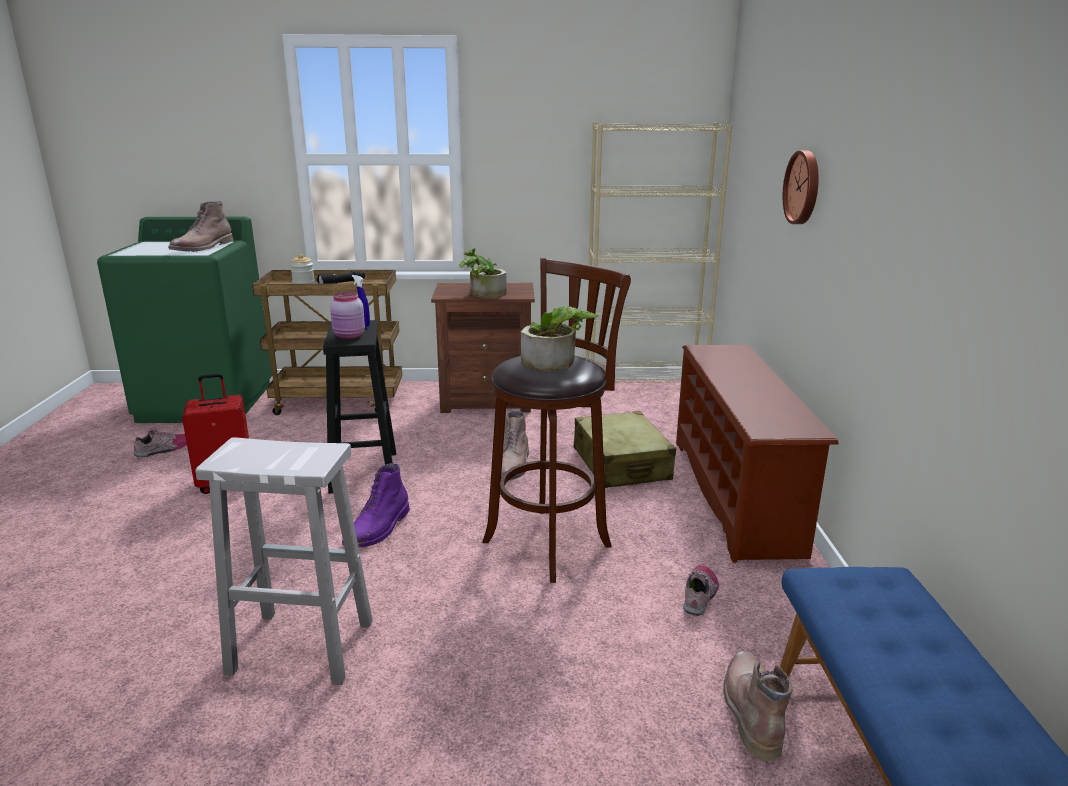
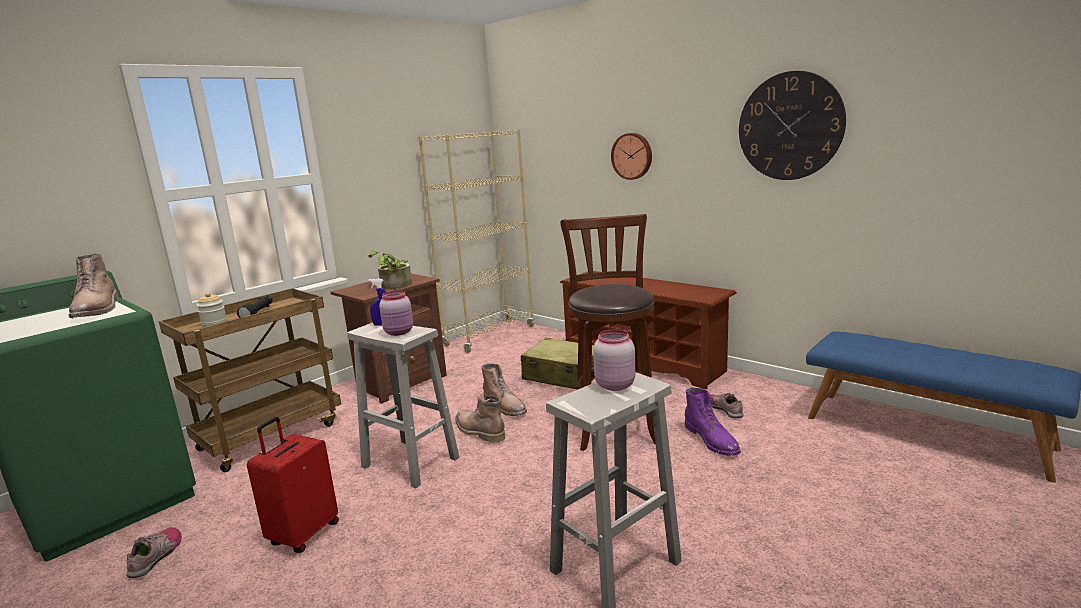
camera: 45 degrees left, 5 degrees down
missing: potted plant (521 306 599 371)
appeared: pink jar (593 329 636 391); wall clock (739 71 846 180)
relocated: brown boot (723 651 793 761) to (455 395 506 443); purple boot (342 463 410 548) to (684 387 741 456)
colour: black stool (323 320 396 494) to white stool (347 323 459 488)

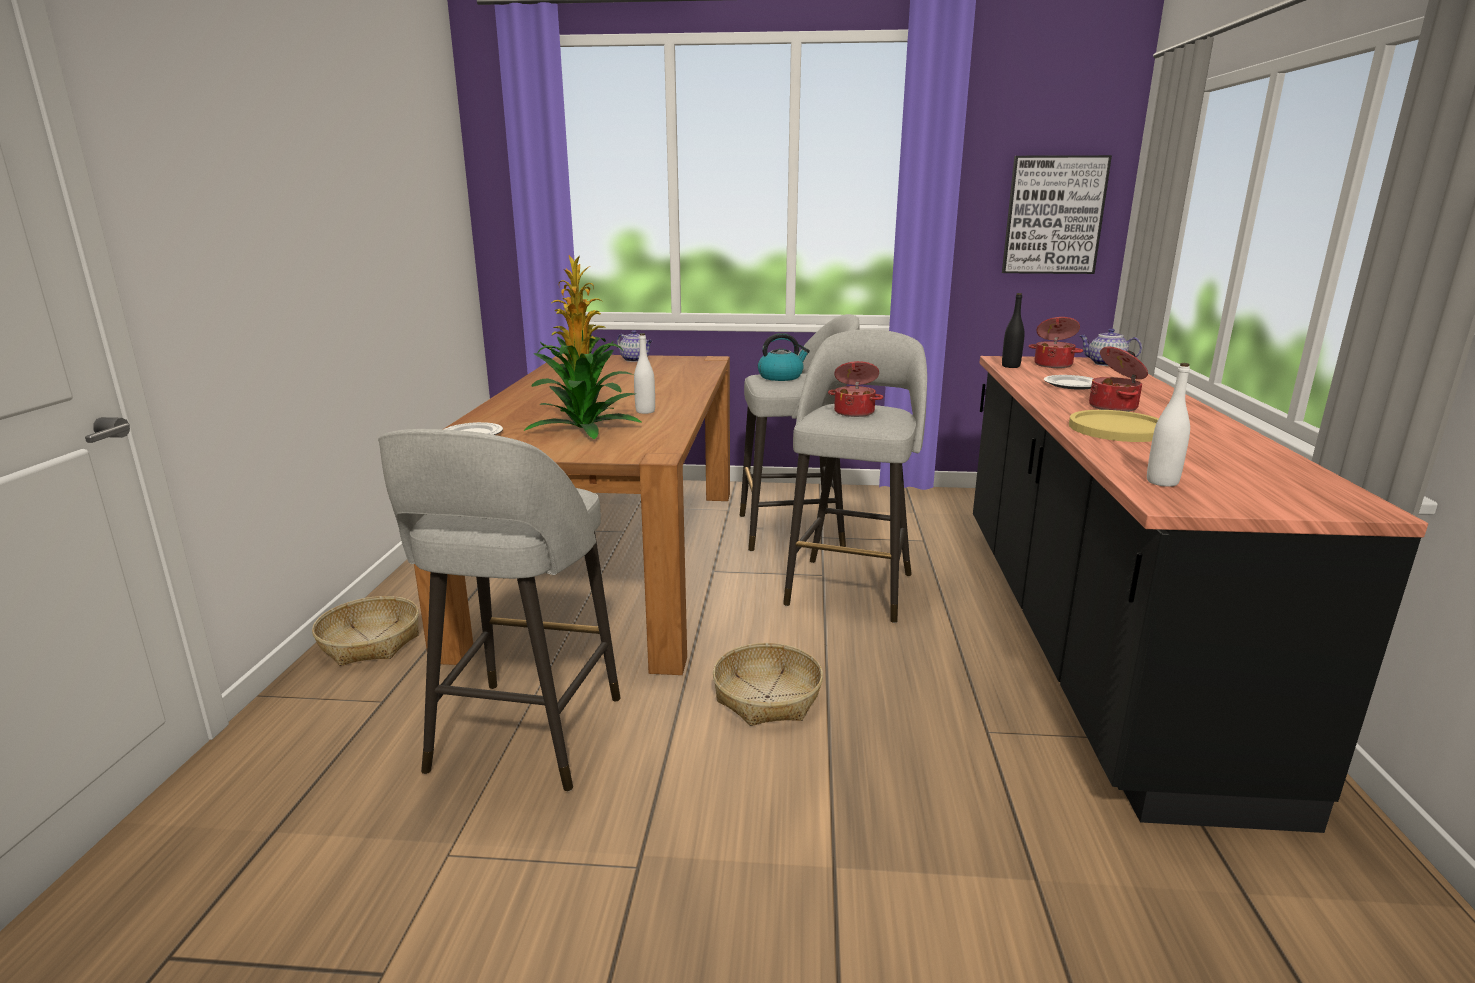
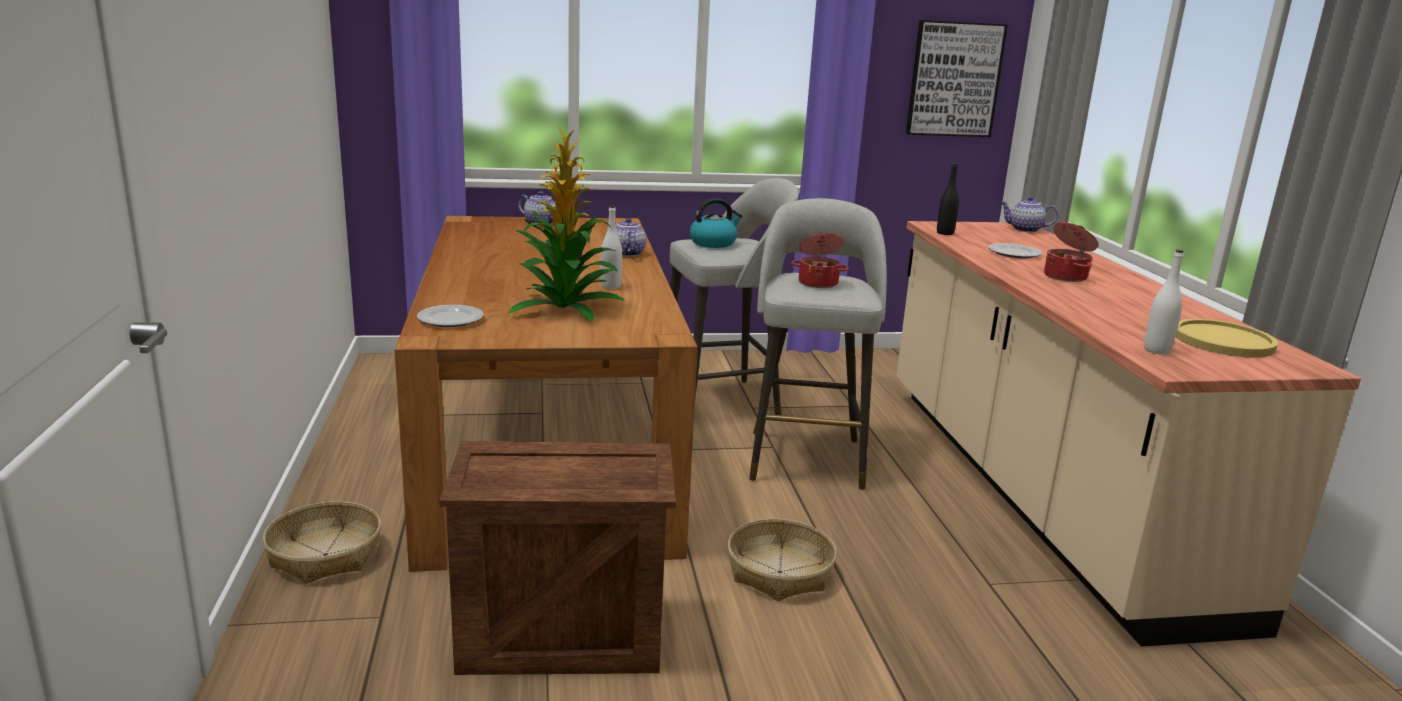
camera: 15 degrees left, 0 degrees up
missing: cooking pot (1029 317 1083 368)
appeared: teapot (616 218 646 257)
relocated: yellow plate (1069 410 1159 442) to (1176 319 1278 358)
exchanged: grey stool (378 429 620 791) to crate (439 441 676 675)
colour: black counter (973 356 1428 833) to beige counter (896 221 1361 647)

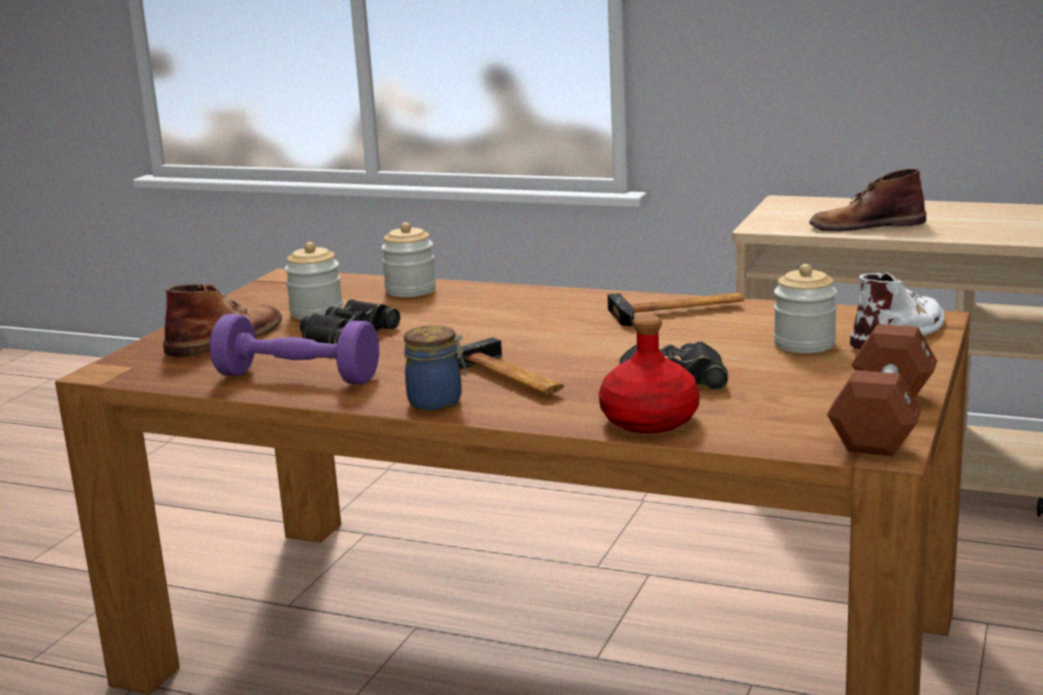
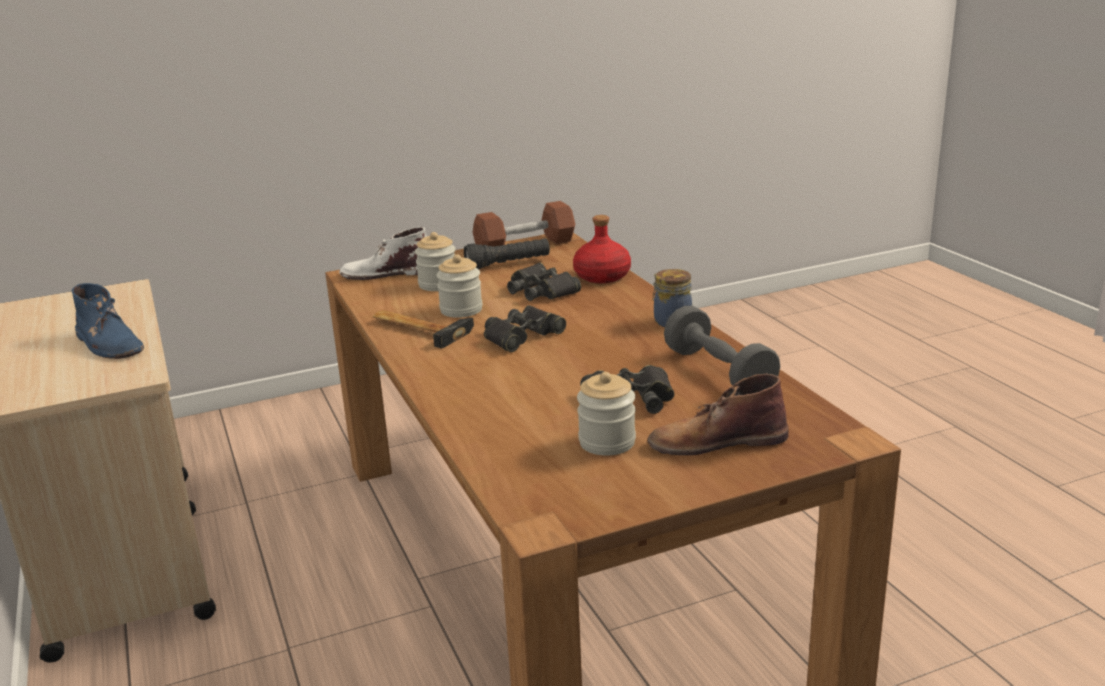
camera: 135 degrees left, 5 degrees up
missing: hammer (456 337 564 394)
appeared: black flashlight (464 238 550 269); black binoculars (484 305 566 352)
relocated: jar (381 222 436 297) to (436 254 483 318)
colour: brown boot (809 169 926 231) to blue boot (71 283 144 359); purple dumbbell (210 314 379 385) to grey dumbbell (664 306 780 386)

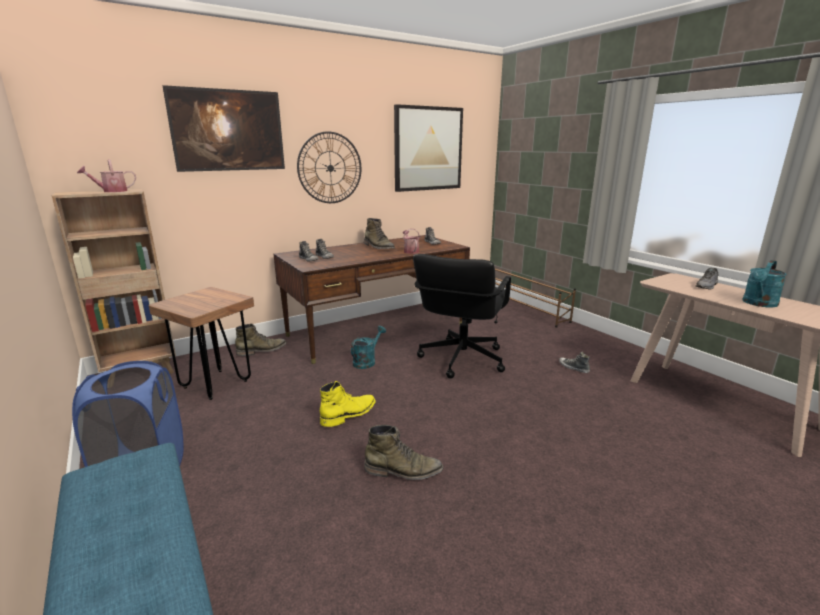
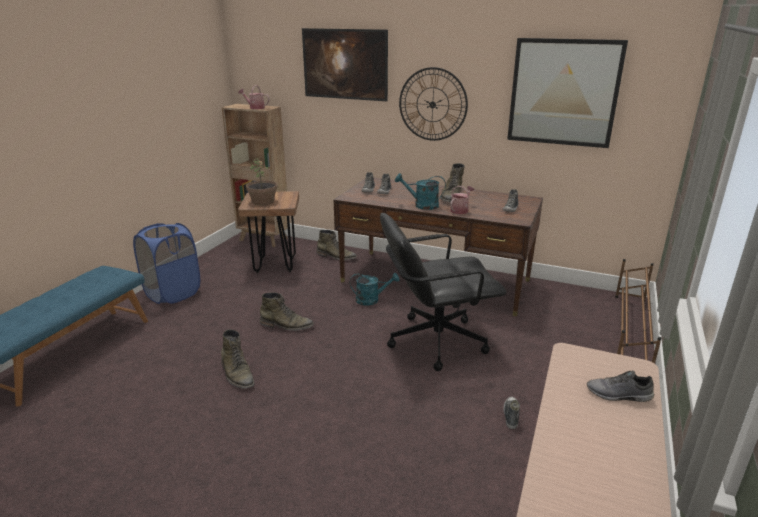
camera: 55 degrees right, 5 degrees up
appeared: potted plant (246 158 278 205)
relocated: turquoise watering can (742 260 787 307) to (395 173 446 210)
colour: yellow boot (320 381 376 427) to green boot (260 292 314 331)

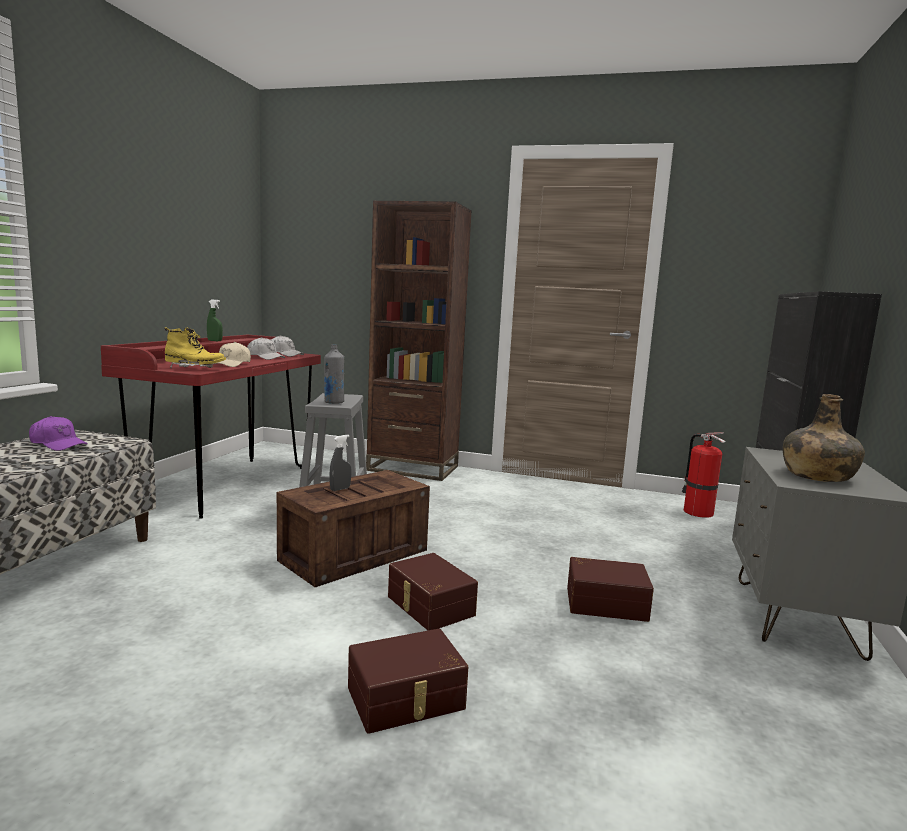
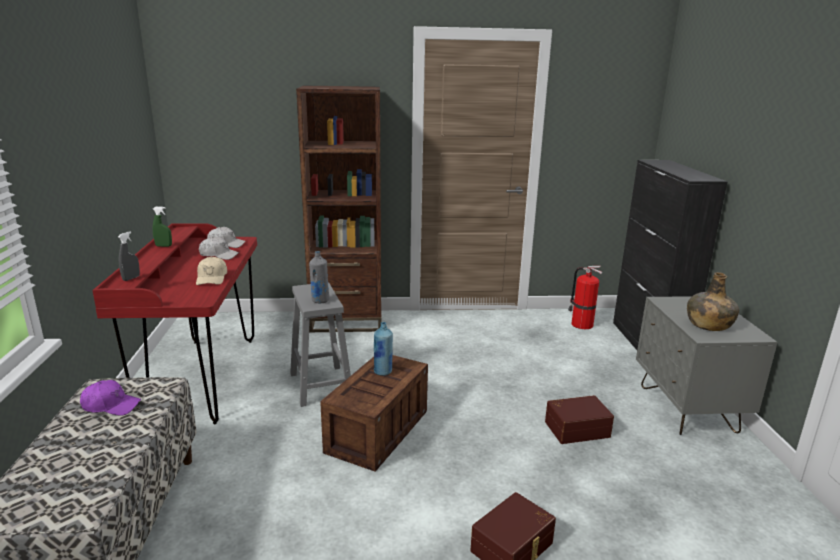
camera: 20 degrees left, 10 degrees up
missing: yellow boot (164 327 226 368); brown storage box (388 553 478 630)
appeared: blue bottle (374 322 393 376)
relocated: grey spray bottle (329 435 352 491) to (118 231 140 281)

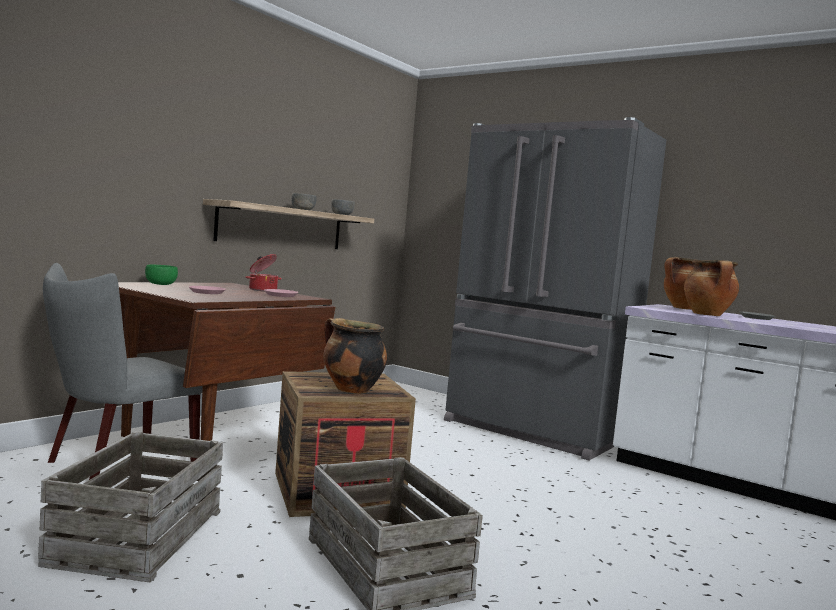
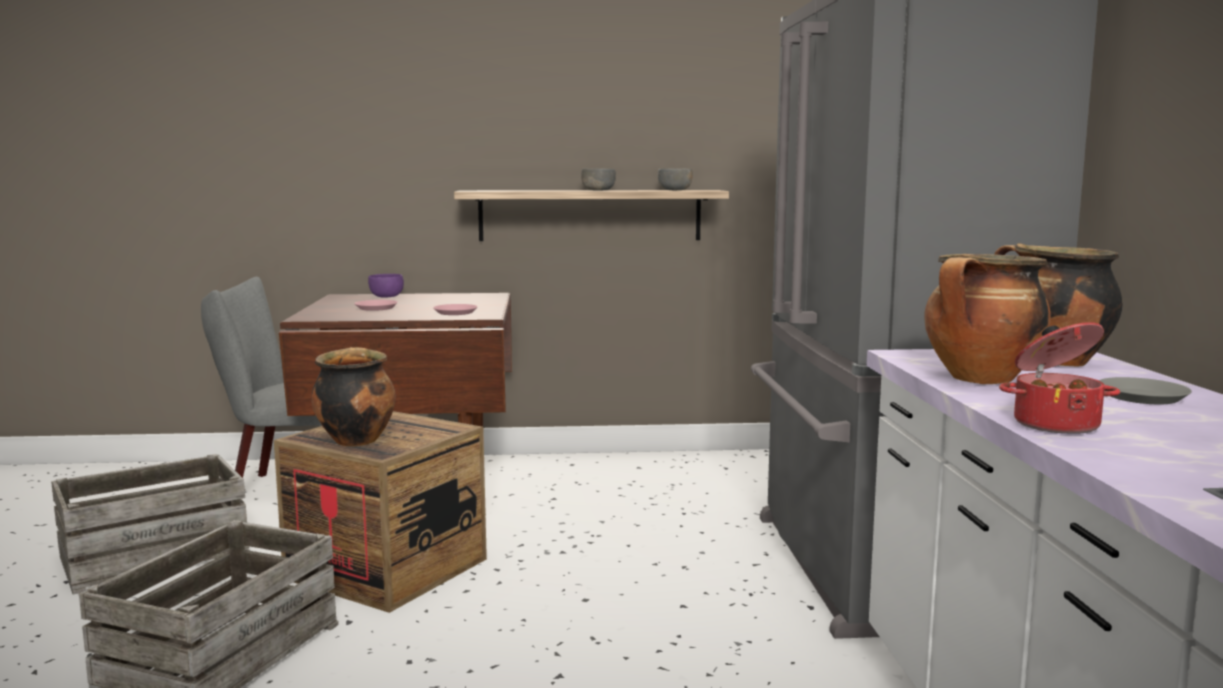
camera: 50 degrees right, 5 degrees up
relocated: cooking pot (245 254 282 292) to (999 322 1120 434)
colour: green bowl (145 265 178 285) to purple bowl (368 274 404 298)

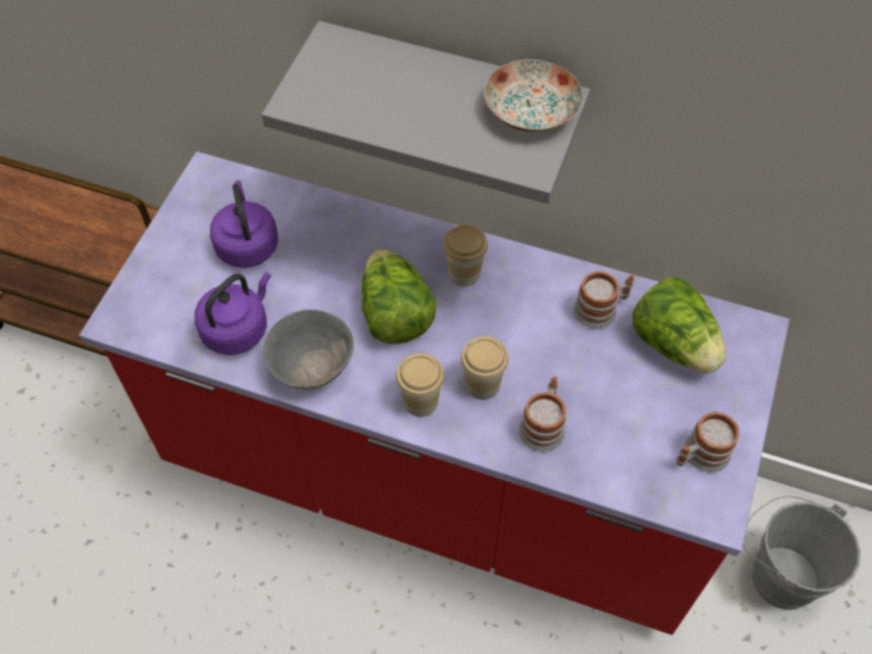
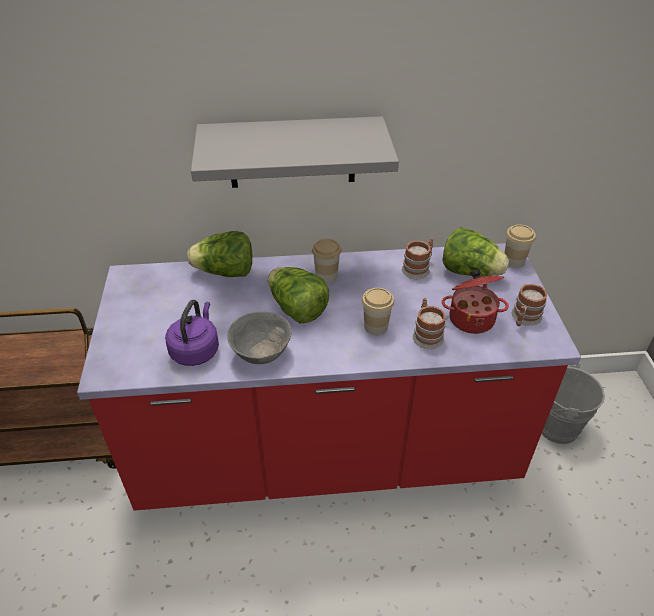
camera: 25 degrees left, 15 degrees down
missing: purple kettle (210 180 278 268); plate (484 59 583 132)
appeared: lettuce (187 231 252 277); cooking pot (442 270 509 334)
relocated: cup (396 353 444 417) to (505 224 536 268)

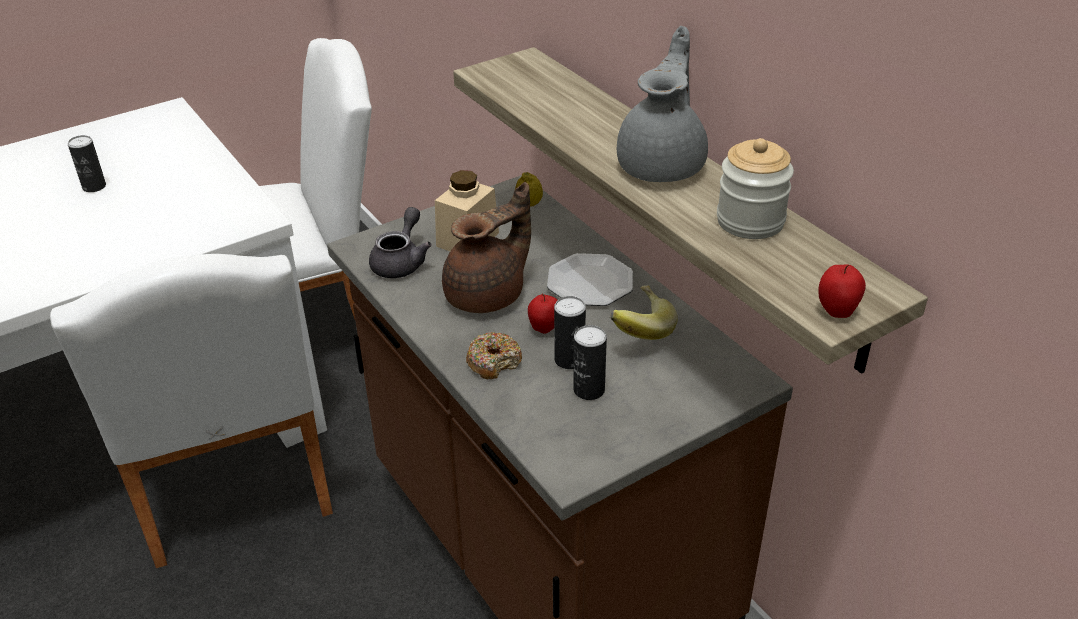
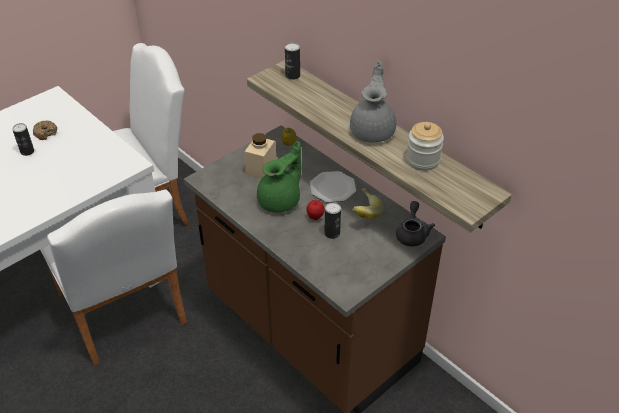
camera: 10 degrees left, 5 degrees up
missing: apple (818 264 866 318)
relocated: donut (466 332 522 379) to (33 121 57 140); can (573 325 607 400) to (285 42 300 80); grey teapot (369 207 432 278) to (396 201 435 246)
colour: brown teapot (442 182 531 313) to green teapot (257 141 301 213)

